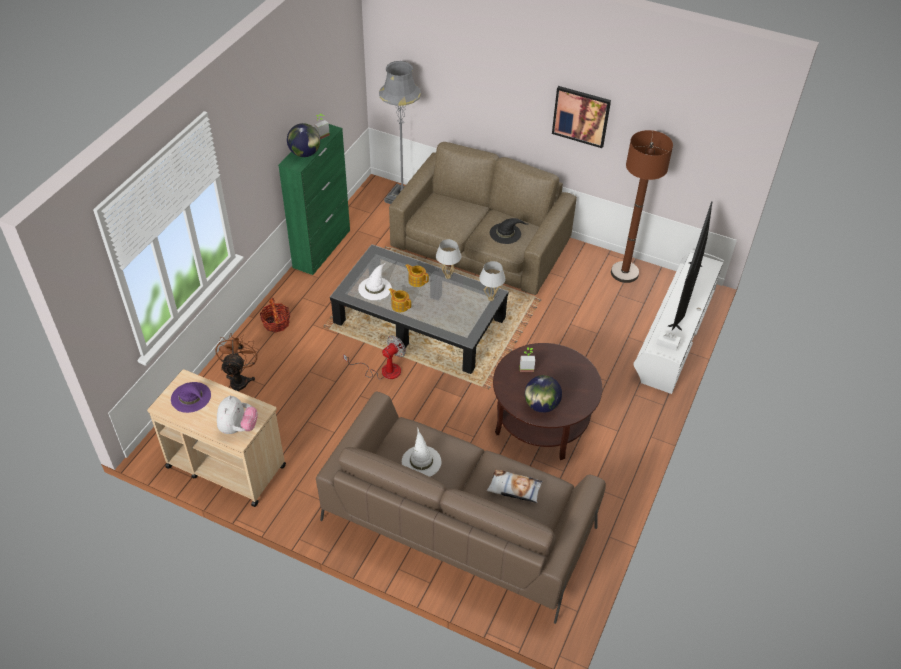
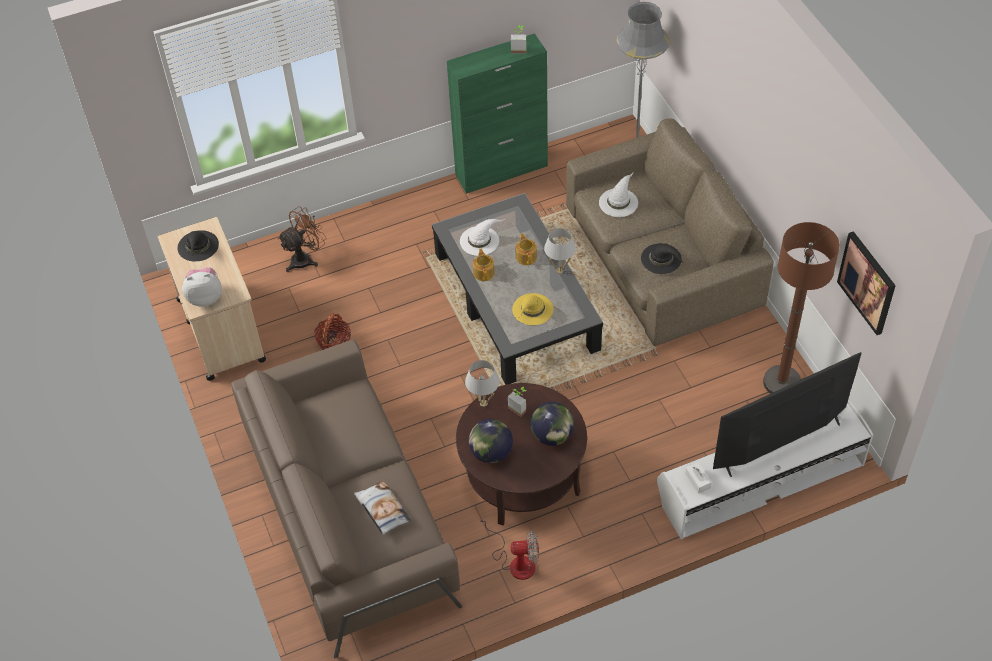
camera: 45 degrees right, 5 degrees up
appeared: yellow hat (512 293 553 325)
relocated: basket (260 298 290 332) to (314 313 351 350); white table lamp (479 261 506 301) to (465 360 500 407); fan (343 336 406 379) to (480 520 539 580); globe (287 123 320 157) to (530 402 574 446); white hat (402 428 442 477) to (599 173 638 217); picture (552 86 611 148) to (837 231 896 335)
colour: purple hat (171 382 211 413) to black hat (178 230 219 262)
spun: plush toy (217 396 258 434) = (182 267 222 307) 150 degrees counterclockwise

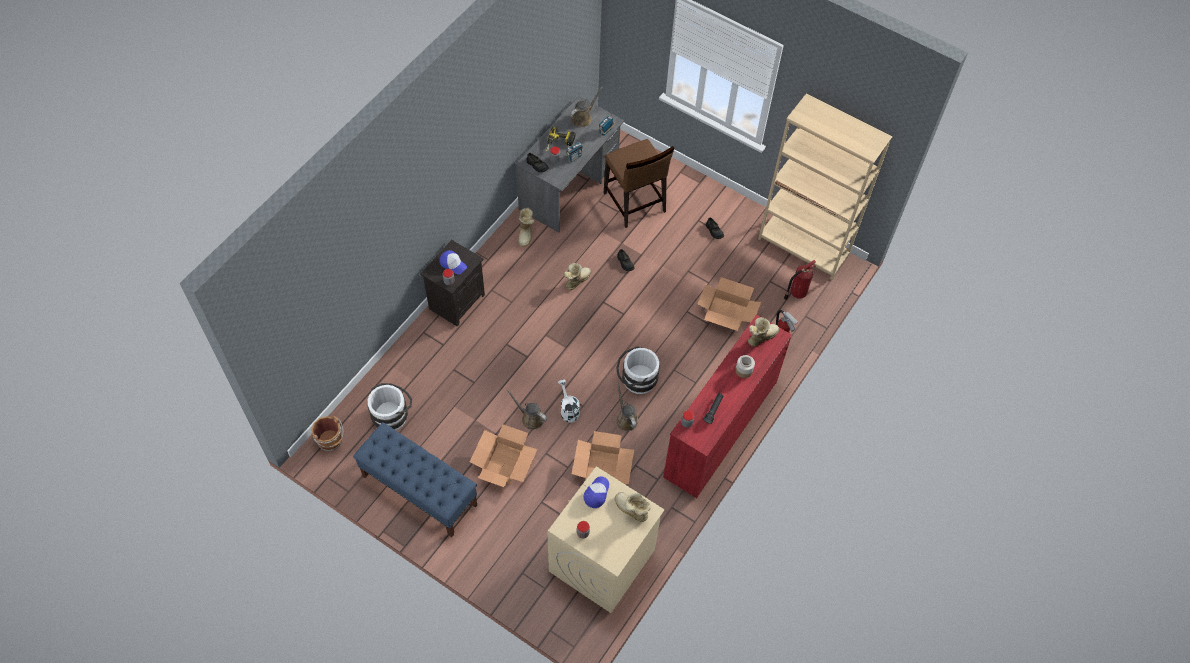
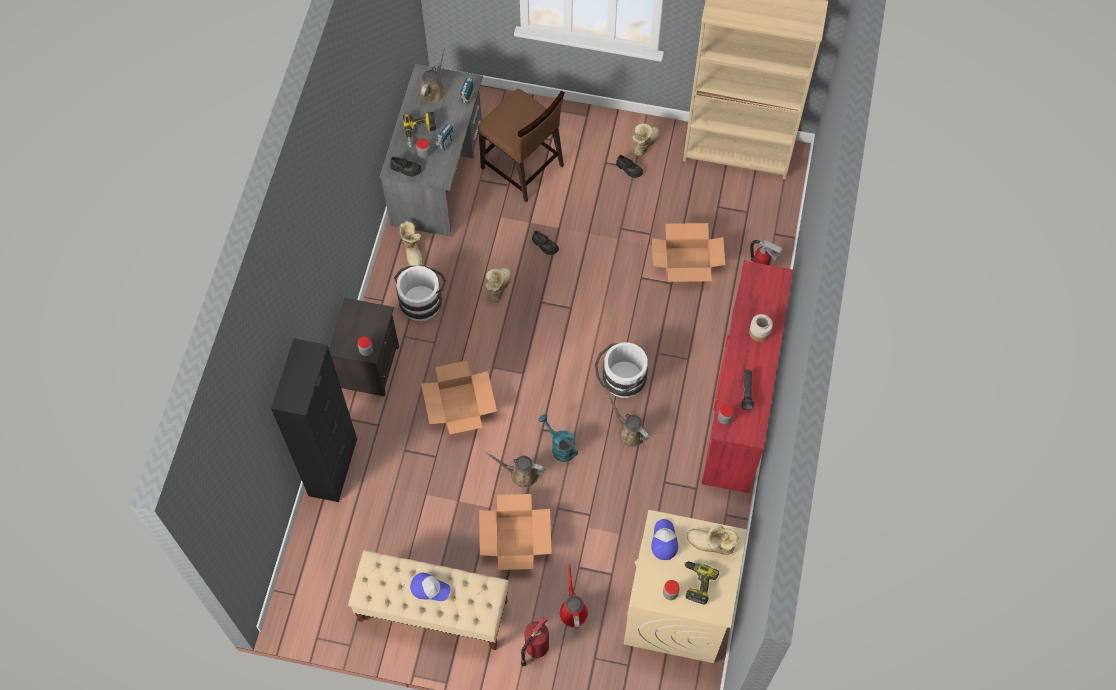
camera: 20 degrees left, 5 degrees up
missing: brown bucket (311 416 343 451)
appeared: black cabinet (271 338 357 502); red watering can (560 563 588 628); power drill (684 561 719 605)
relocated: white bucket (368 383 412 431) to (394 266 446 321); cap (439 250 467 275) to (410 573 450 601); cardboard box (572 431 634 484) to (421 361 497 435); fire extinguisher (784 260 816 300) to (521 617 549 666); boot (748 317 779 347) to (632 123 660 156)
colour: blue bench (353 422 477 537) to beige bench (348 550 509 650); white watering can (558 380 580 423) to turquoise watering can (539 414 578 462)

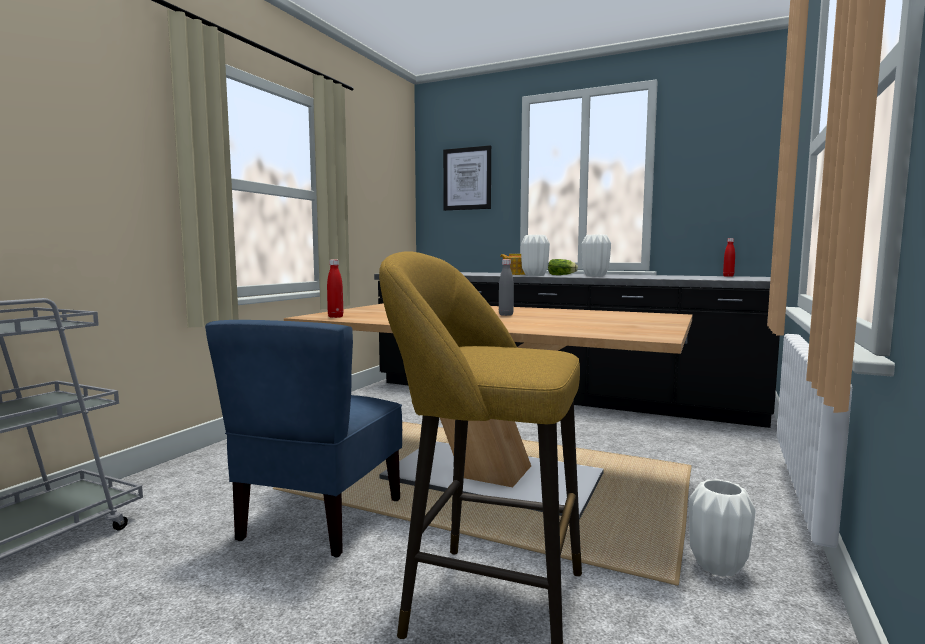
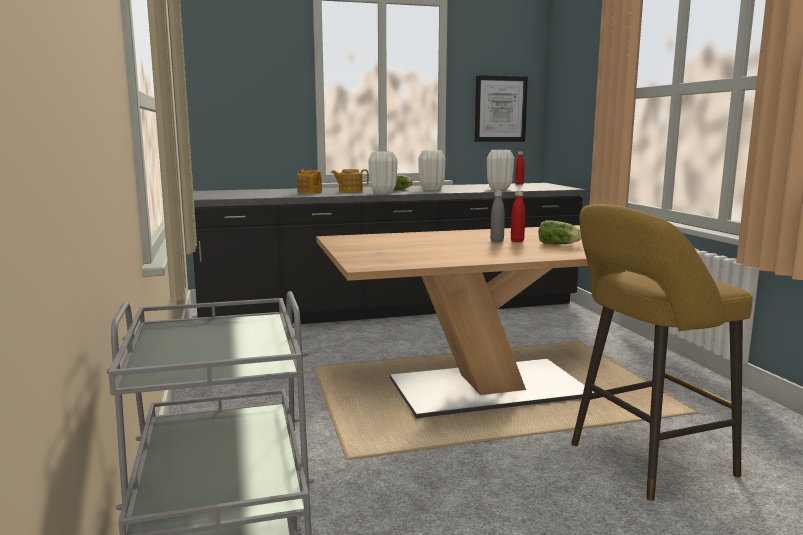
camera: 40 degrees left, 5 degrees up
missing: blue chair (205 320 402 557)
appeared: teapot (297 170 322 194); lettuce (538 220 581 244)
relocated: picture (443 145 491 211) to (475 75 528 142); white vase (689 479 755 577) to (487 150 514 190); red bottle (327 259 343 318) to (511 191 525 242)

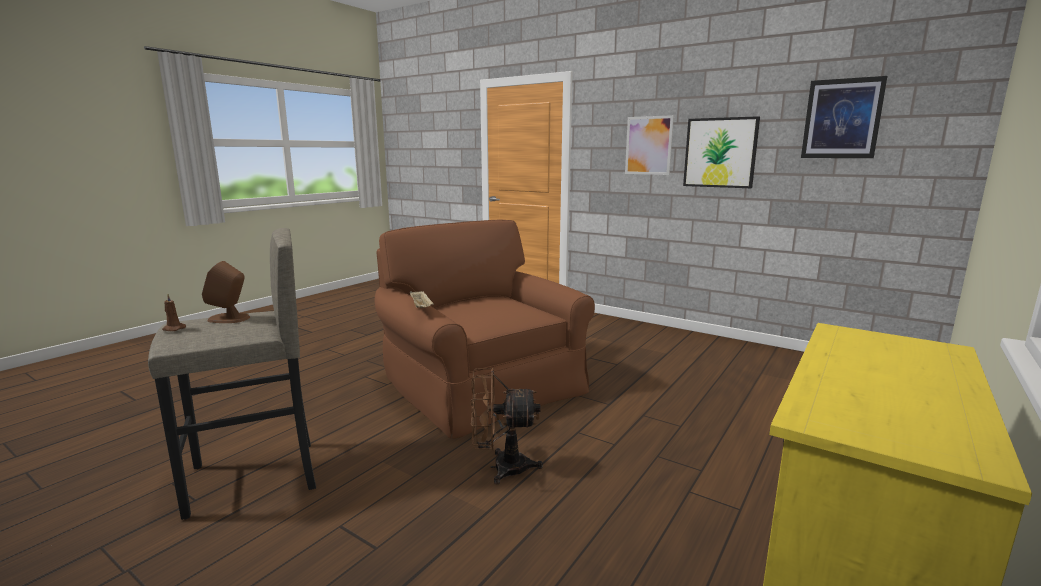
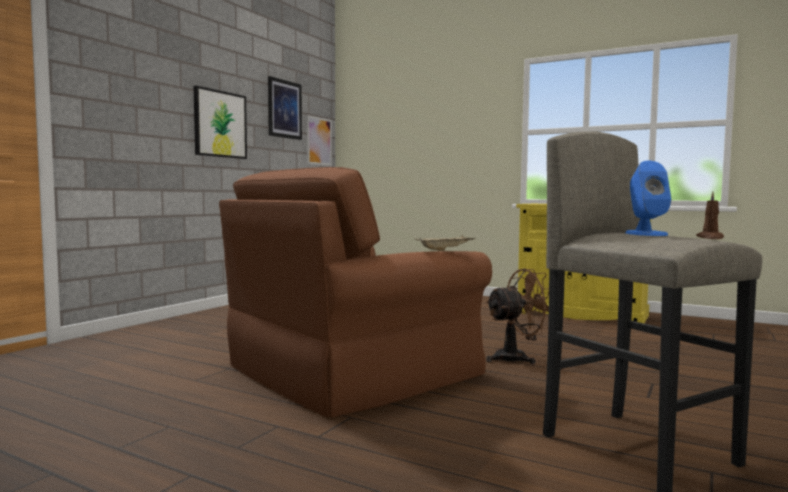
camera: 95 degrees left, 10 degrees down
relocated: picture (625 115 674 175) to (307 115 332 166)
colour: brown speaker (202 261 250 323) to blue speaker (626 161 671 236)
spun: brown fan (471 368 543 485) = (486 269 549 365) 105 degrees counterclockwise

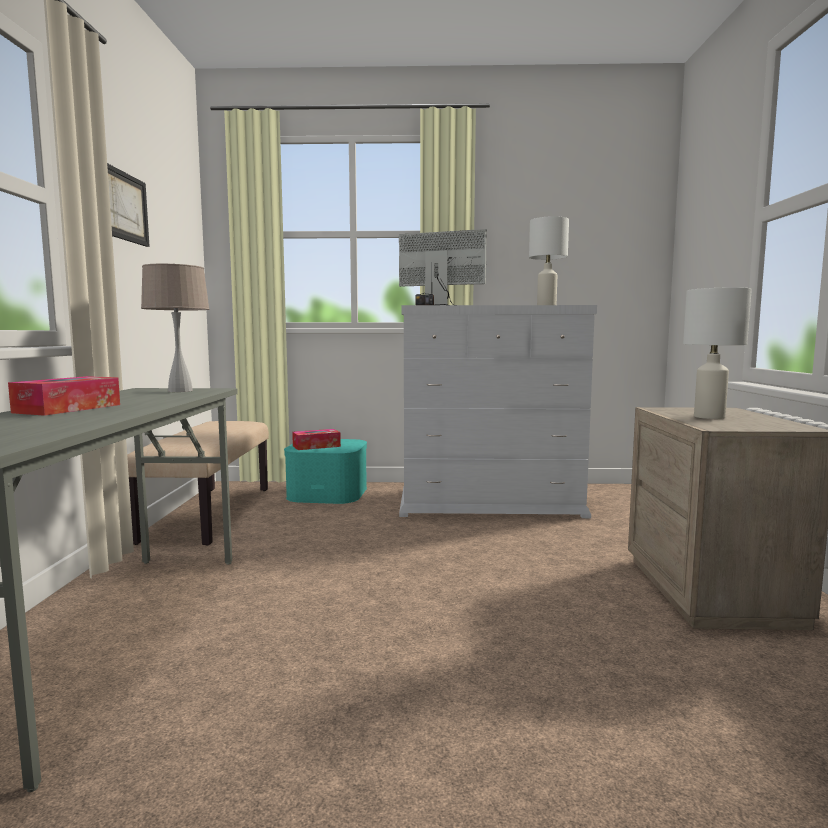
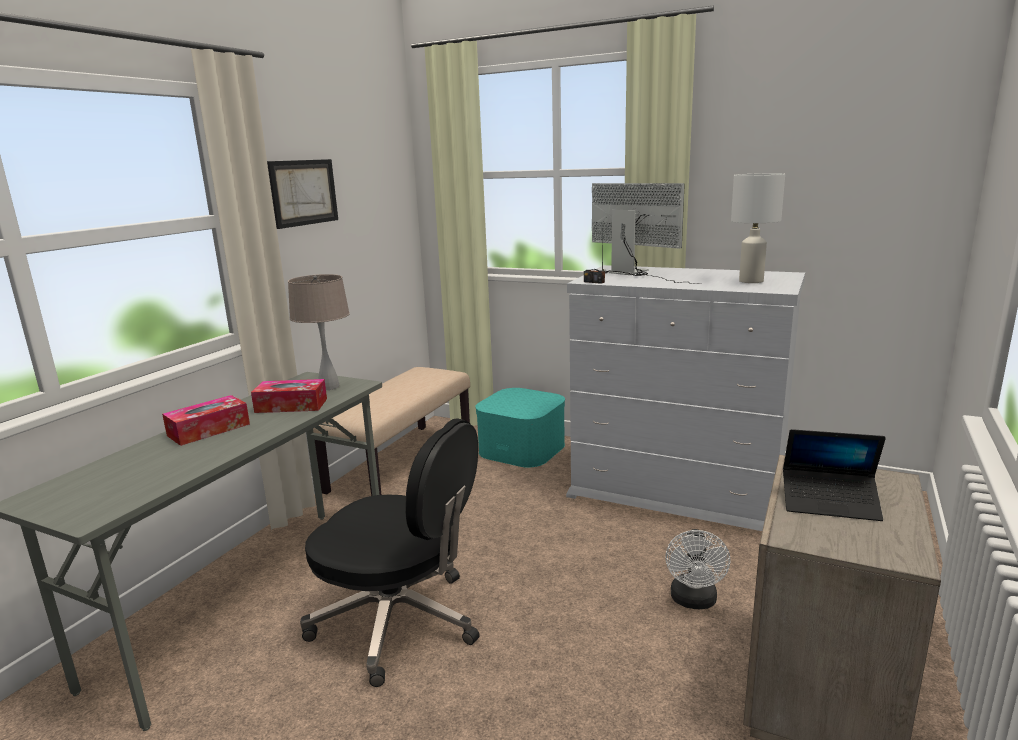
camera: 25 degrees right, 10 degrees up
appeared: black office chair (300 418 480 687); white fan (665 529 730 609)
relocated: tissue box (292 429 341 450) to (251 379 327 413)
exchanged: white table lamp (683 287 752 419) to laptop (783 429 886 521)

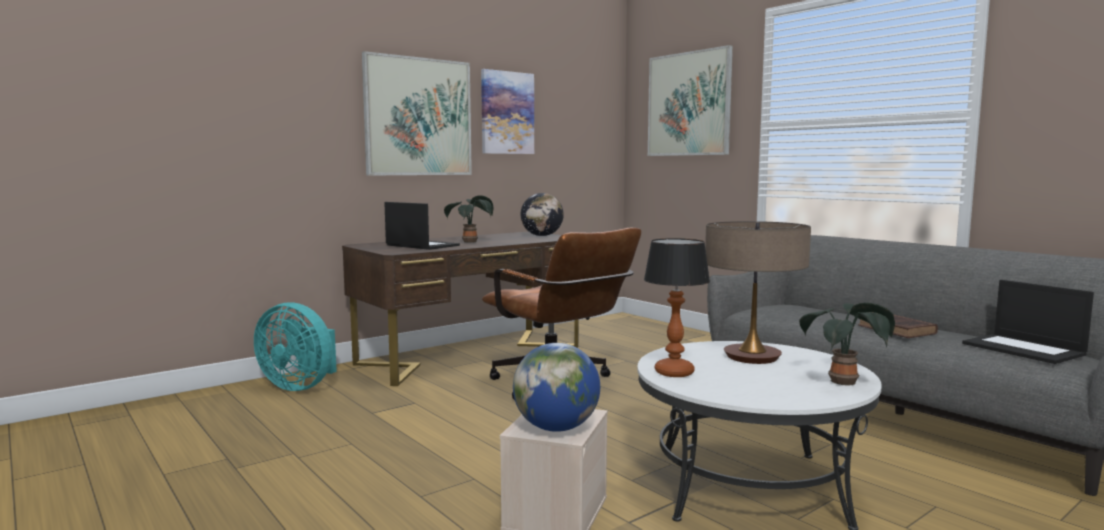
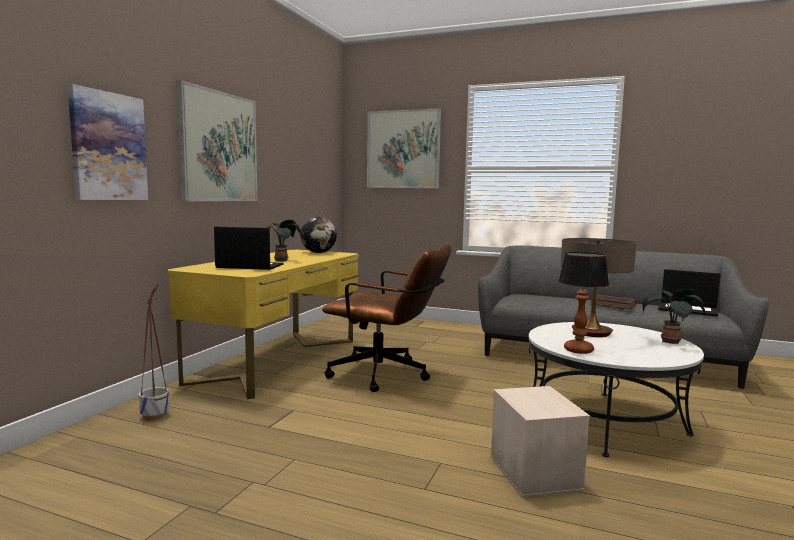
camera: 30 degrees left, 0 degrees up
missing: globe (513 343 600 432)
relocated: picture (481 69 534 154) to (68 84 148 200)
exchanged: turquoise fan (254 302 337 391) to planter (139 284 170 421)
colour: brown desk (342 232 579 386) to yellow desk (168 250 359 399)

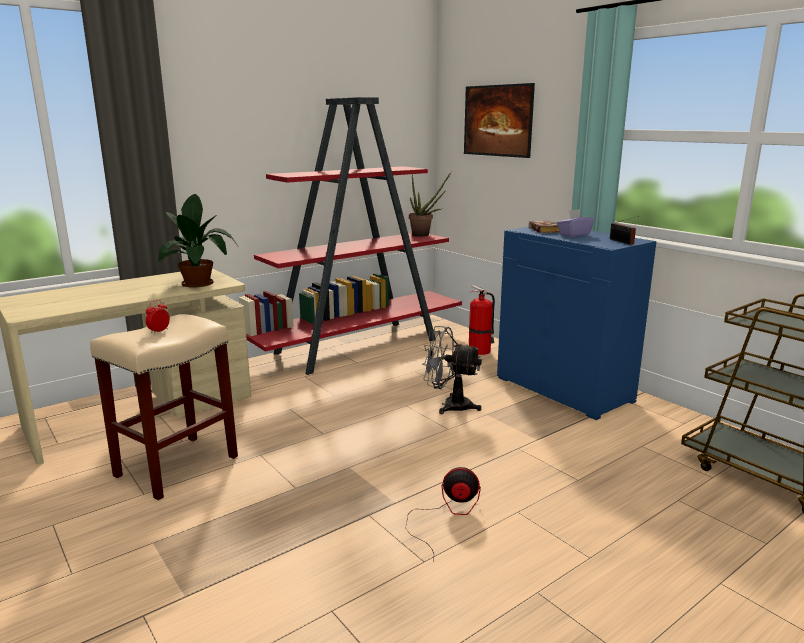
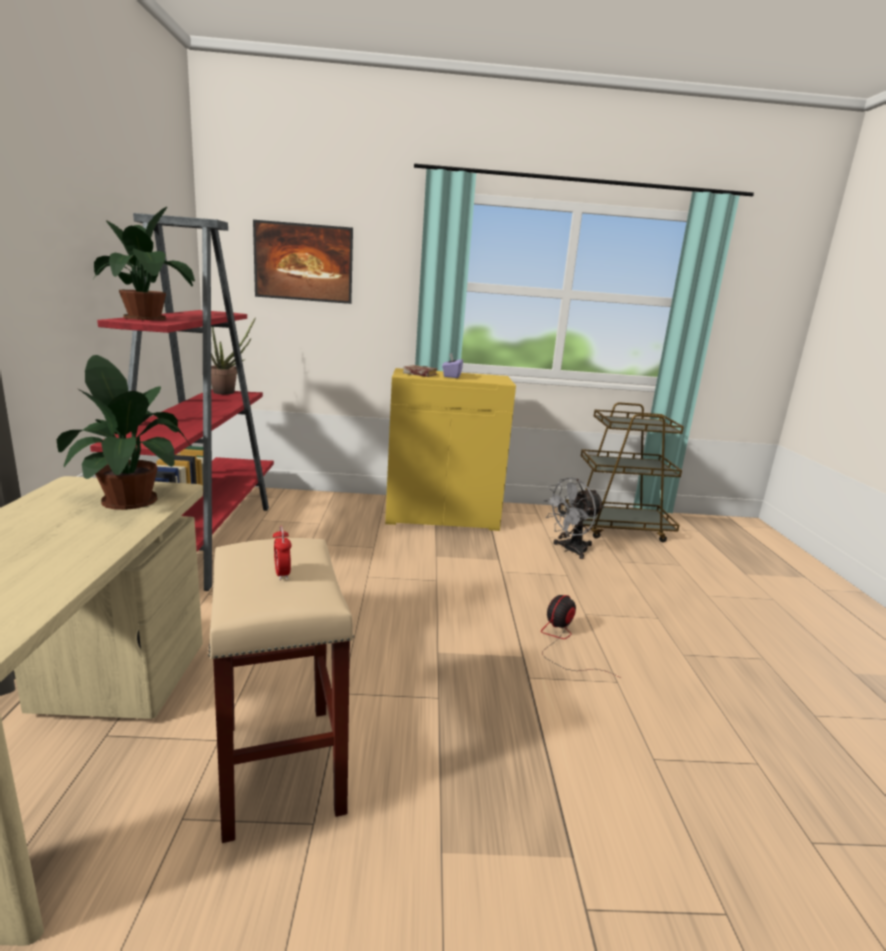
camera: 55 degrees left, 0 degrees up
missing: fire extinguisher (469 285 495 355); radio (610 216 639 245)
appeared: potted plant (93 207 195 320)
relocated: grey fan (422 326 482 414) to (543 477 604 559)
colour: blue cabinet (497 227 657 420) to yellow cabinet (385 368 516 531)

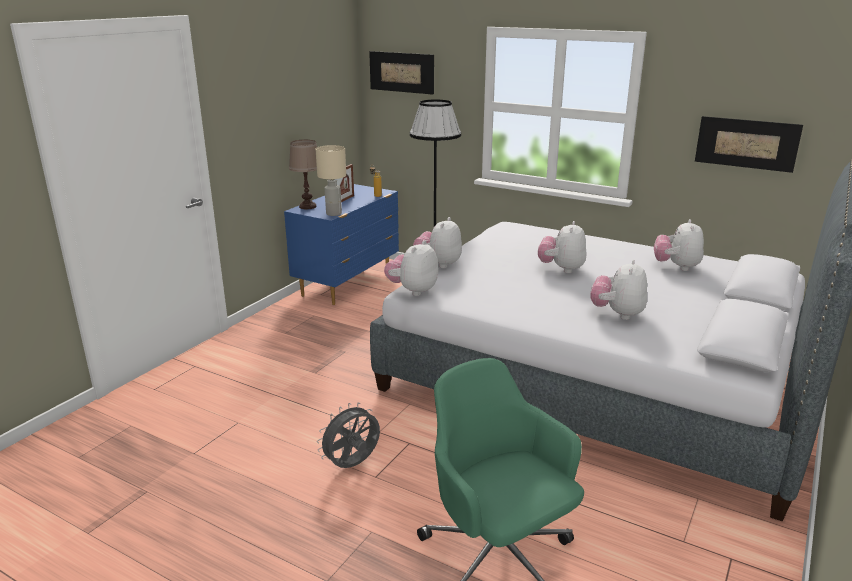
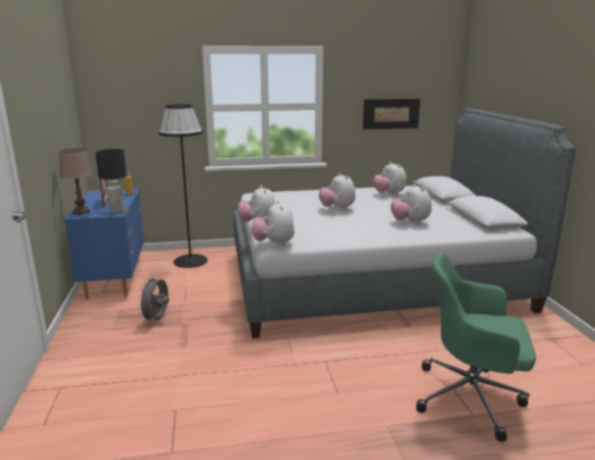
camera: 40 degrees left, 5 degrees down
missing: picture (369 51 434 95)
relocated: grey fan (317 402 380 468) to (137 276 169 322)
colour: beige table lamp (316 145 346 216) to black table lamp (95 149 127 214)

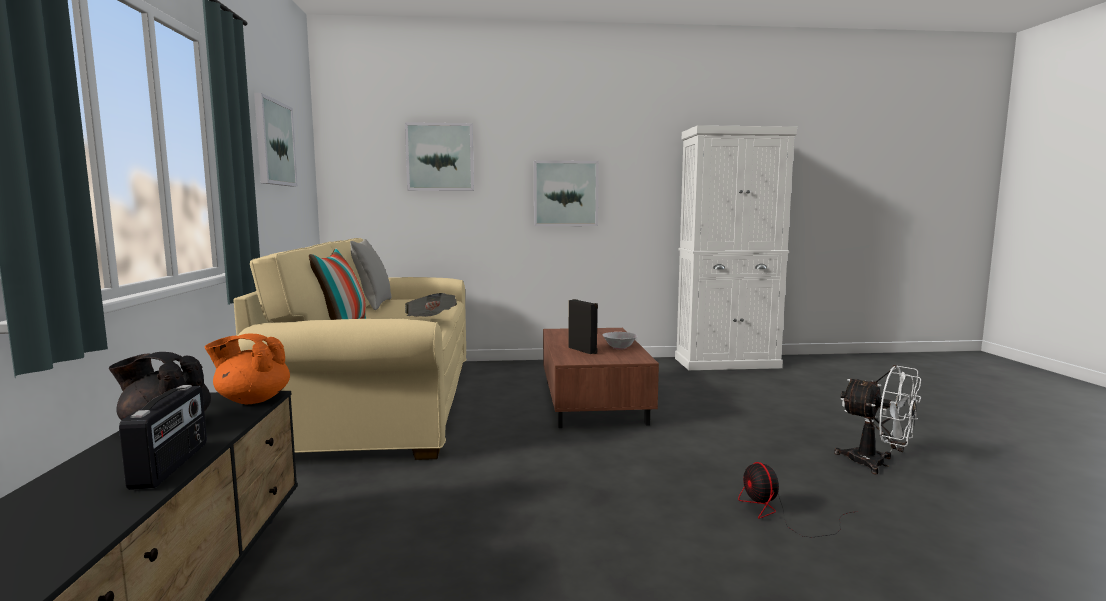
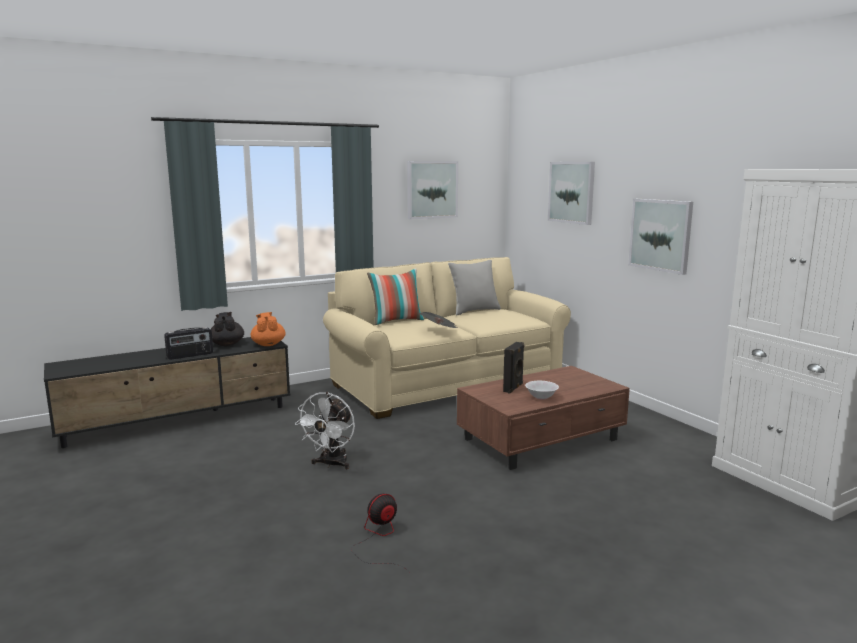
camera: 65 degrees right, 5 degrees up
relocated: white fan (834 365 921 474) to (295 392 355 469)

